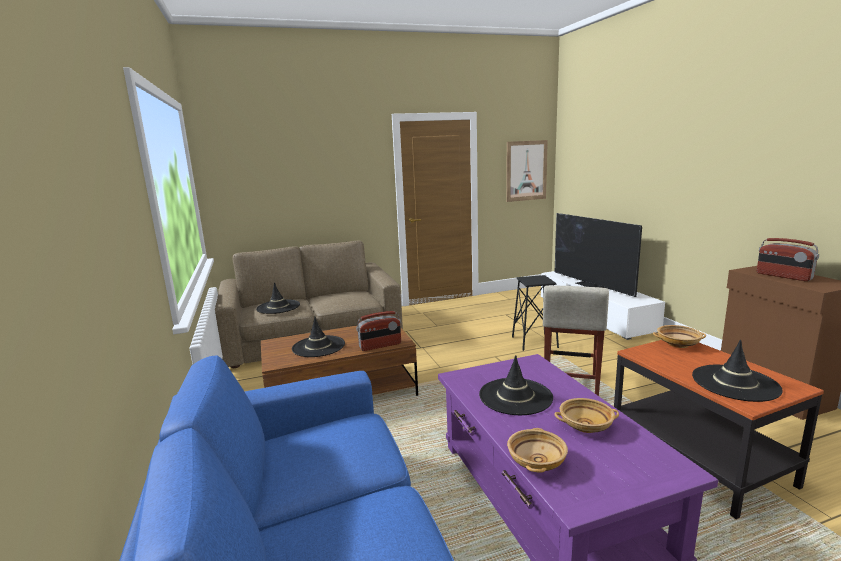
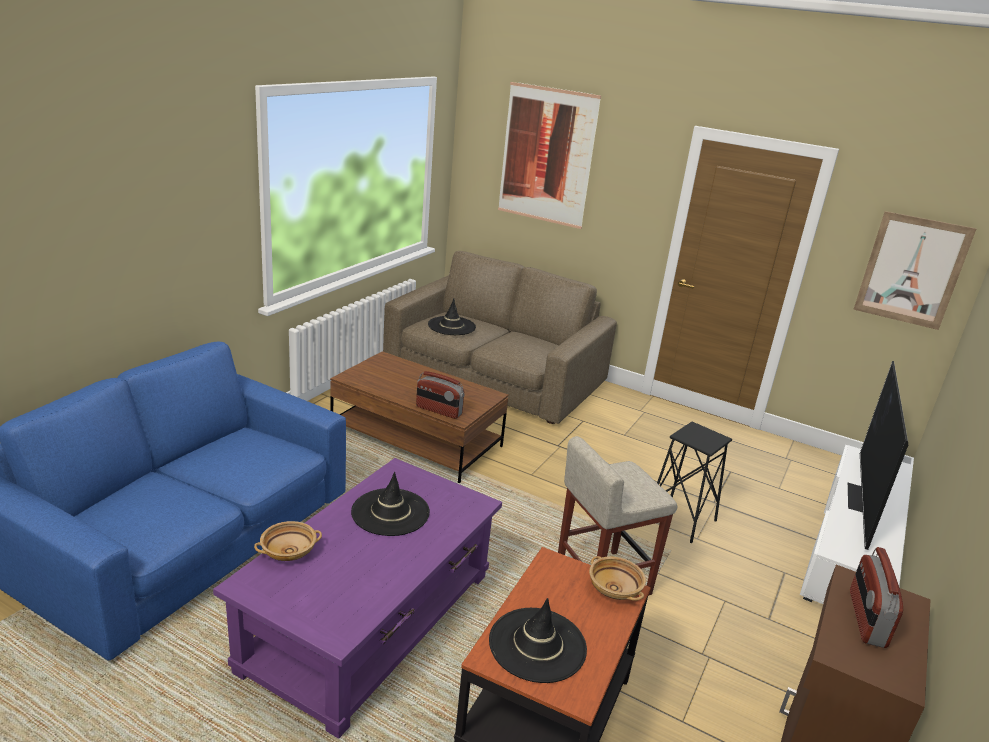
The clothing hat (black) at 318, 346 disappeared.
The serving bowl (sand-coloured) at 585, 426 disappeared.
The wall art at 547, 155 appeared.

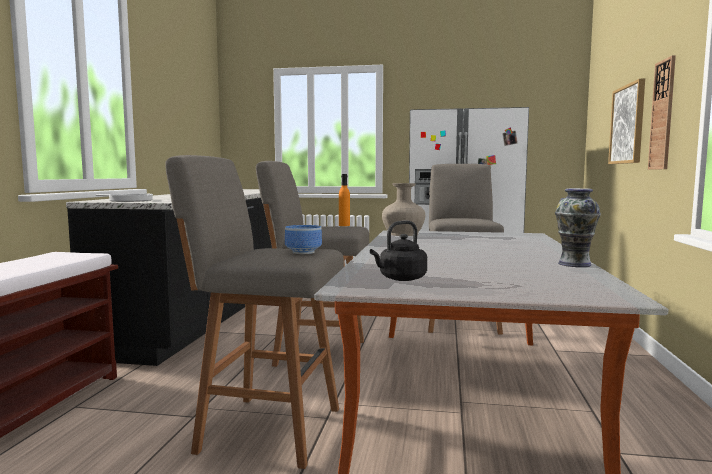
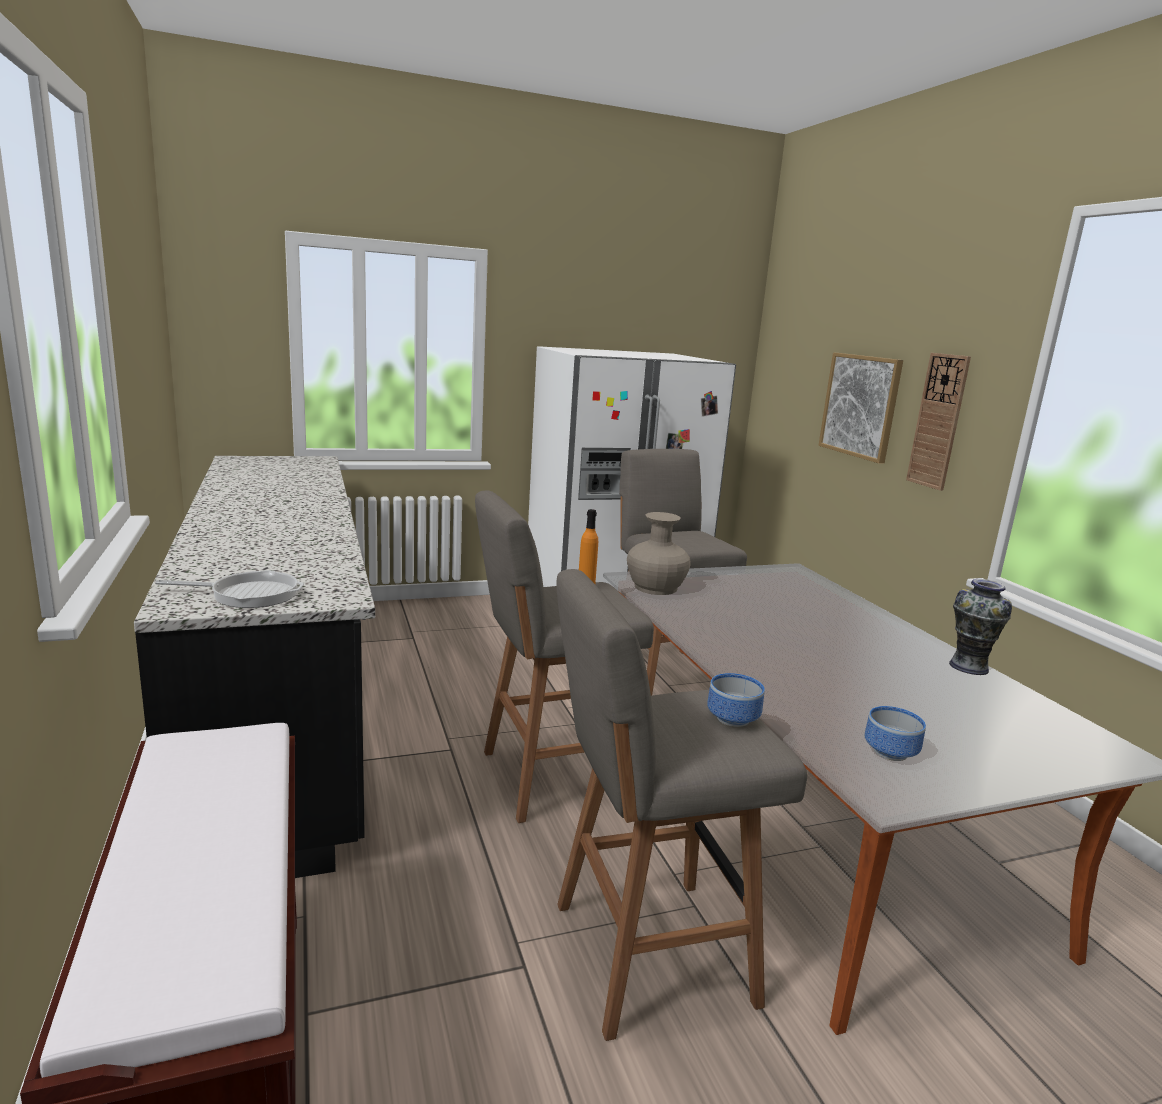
The kettle (black) at 400, 279 was replaced by the serving bowl at 892, 753.

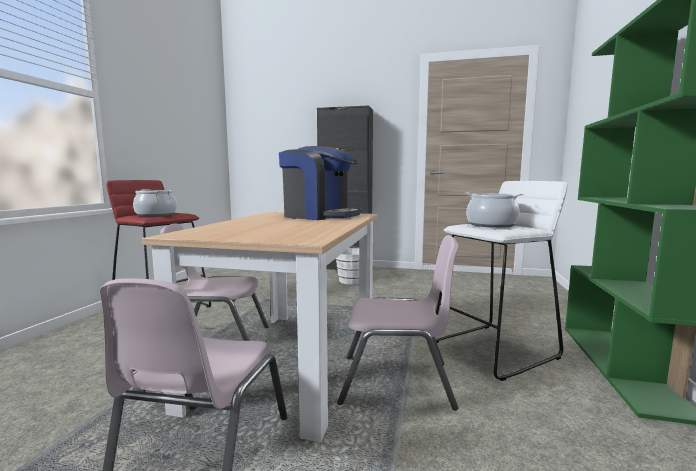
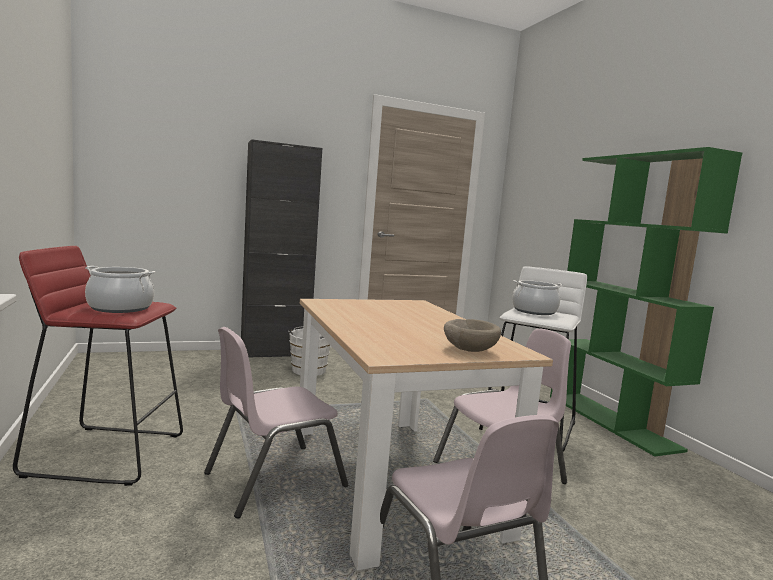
The coffee machine at 320, 216 disappeared.
The serving bowl (sand-coloured) at 469, 350 appeared.

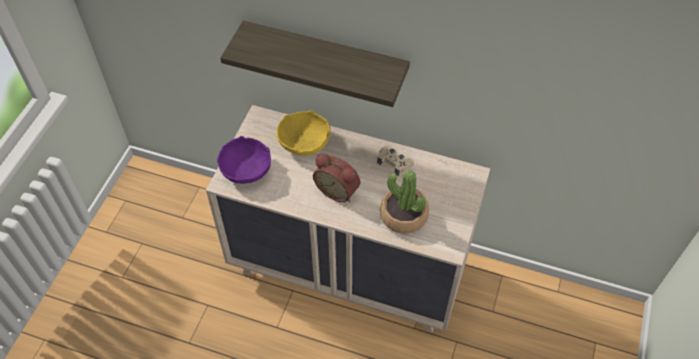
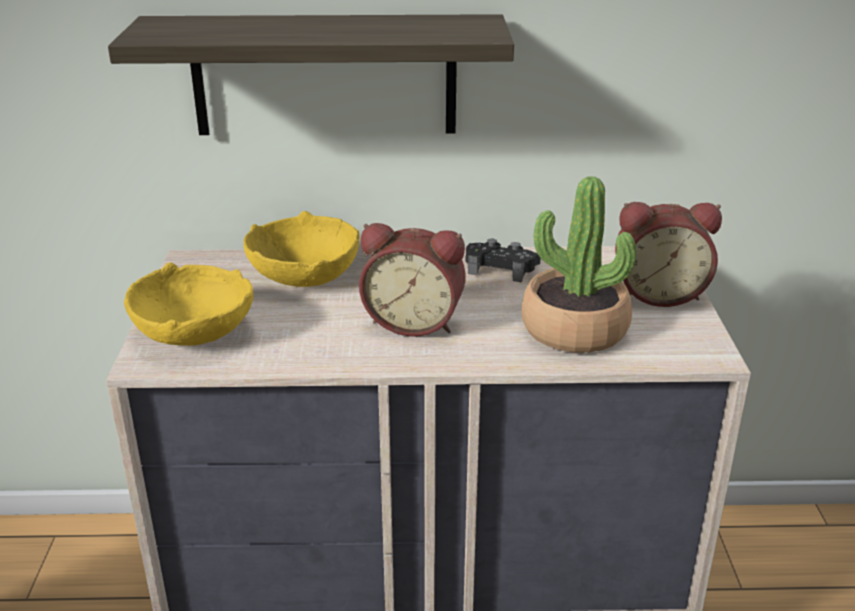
The table clock at 658, 293 appeared.
The serving bowl (purplish) at 246, 169 became the serving bowl (yellow-coloured) at 194, 331.
The game controller (sand-coloured) at 394, 162 became the game controller (black) at 501, 268.

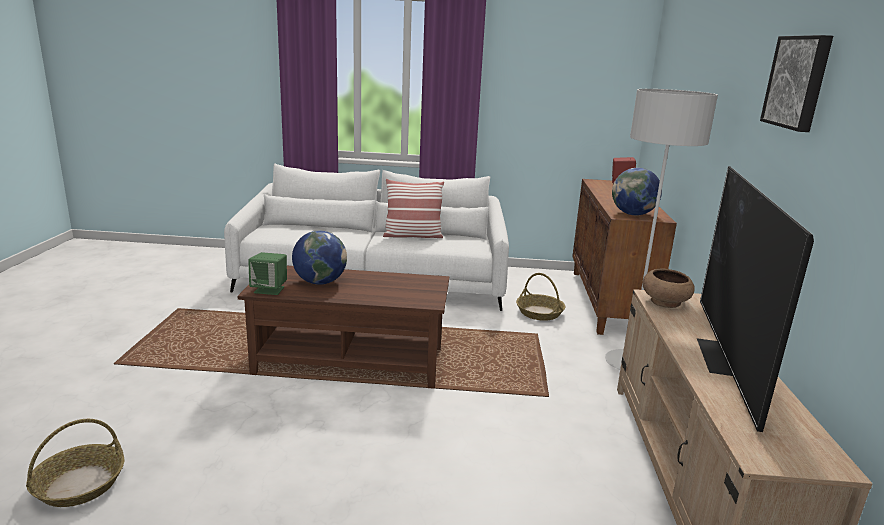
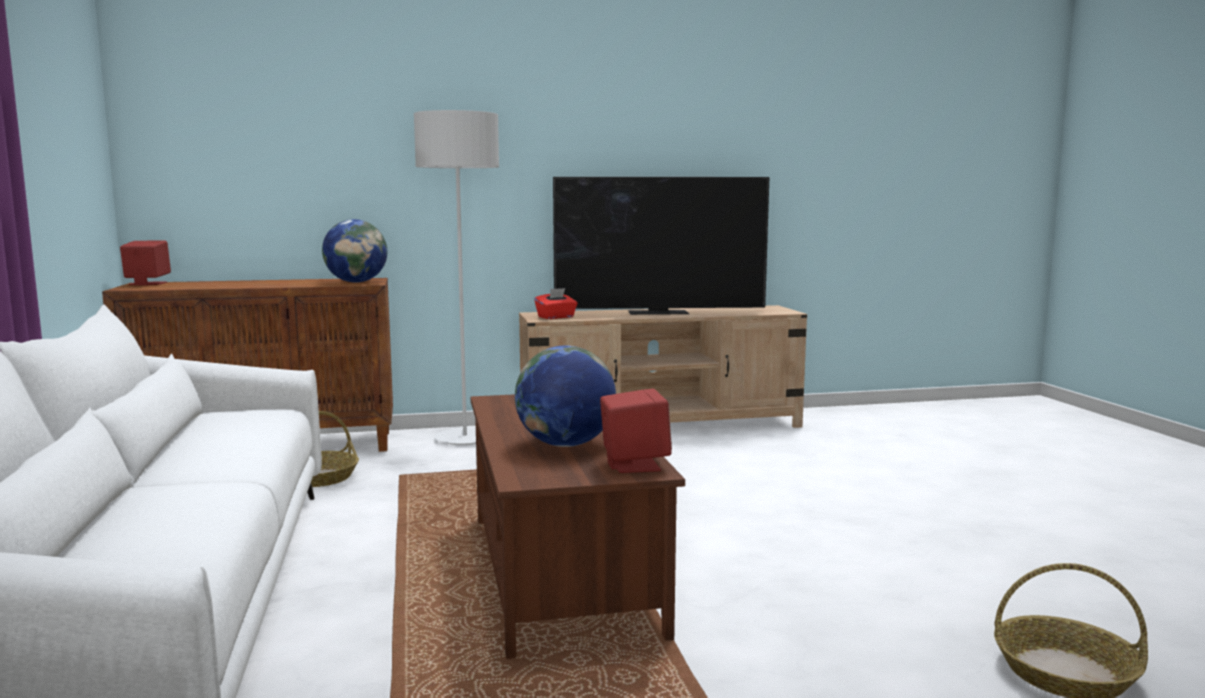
The cushion at 413, 235 disappeared.
The wall art at 798, 82 disappeared.
The serving bowl (brown) at 665, 302 was replaced by the tissue box (red) at 556, 317.
The loudspeaker (greenish) at 269, 289 became the loudspeaker (red) at 634, 465.

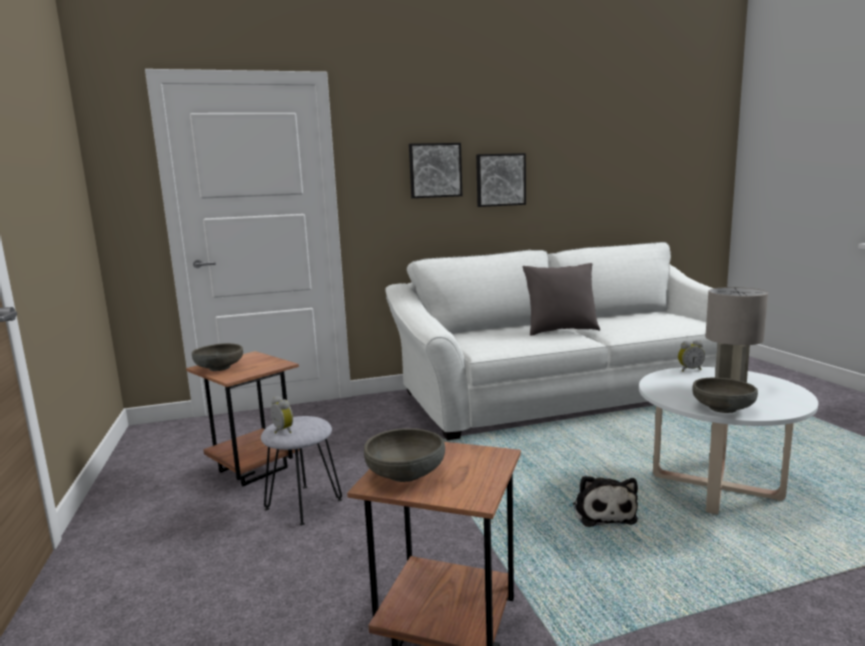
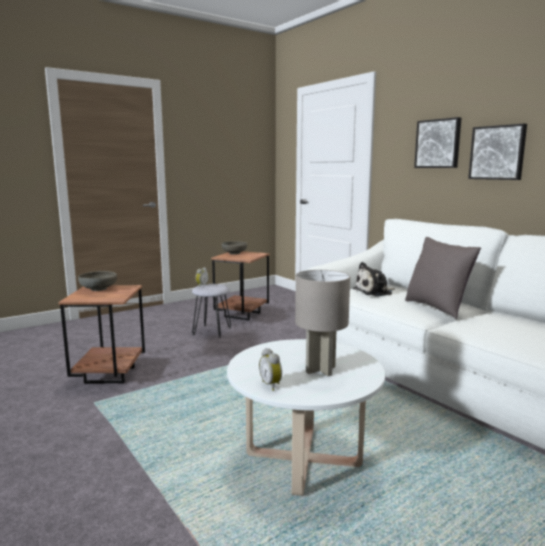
The serving bowl (grey) at 722, 408 disappeared.
The soft toy moved from 603, 512 to 374, 292.
The table clock moved from 689, 370 to 272, 385.

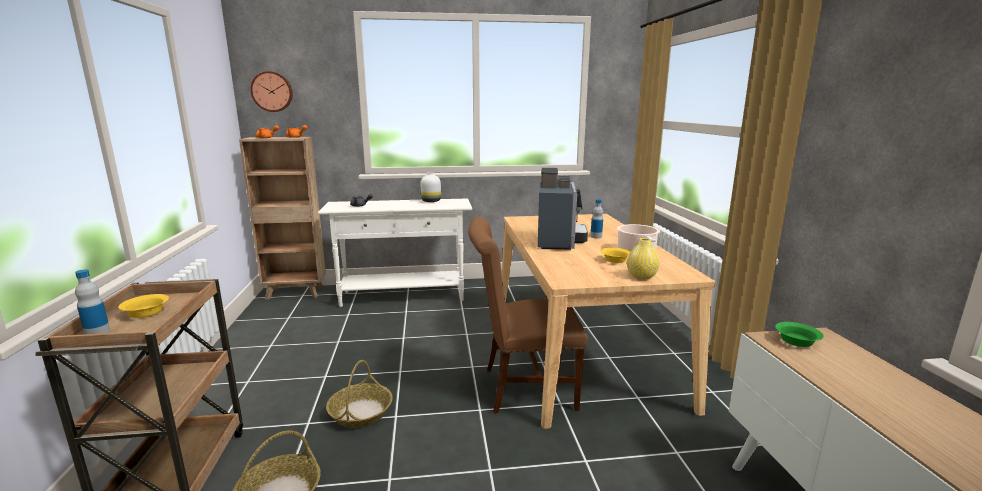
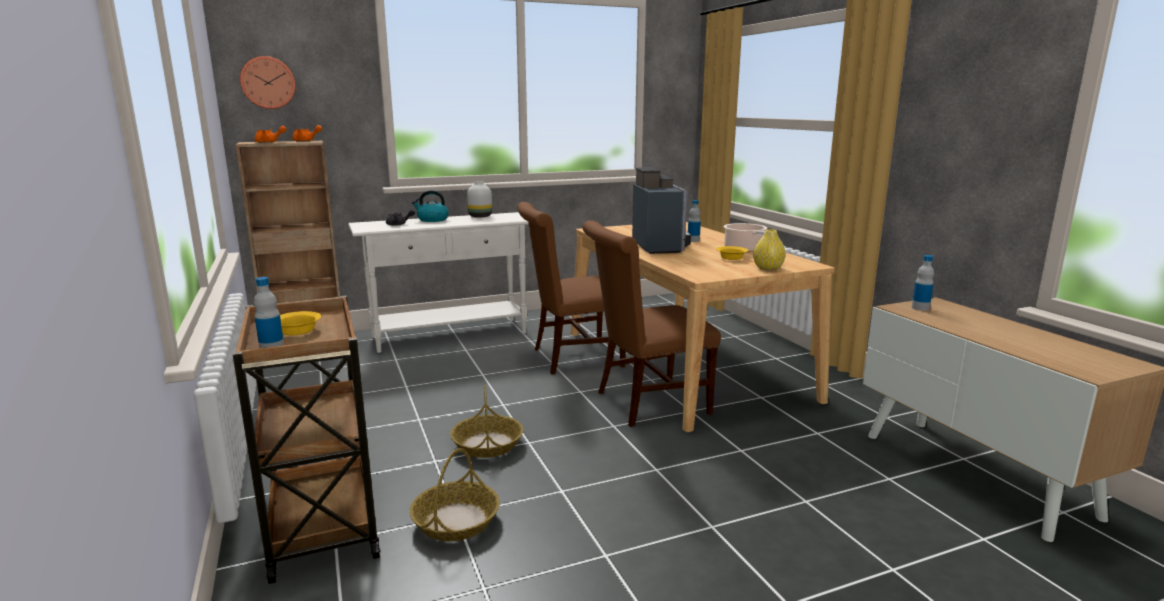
The kettle at 432, 220 appeared.
The chair (brown) at 571, 358 appeared.
The serving bowl (greenish) at 797, 342 was replaced by the bottle at 920, 308.

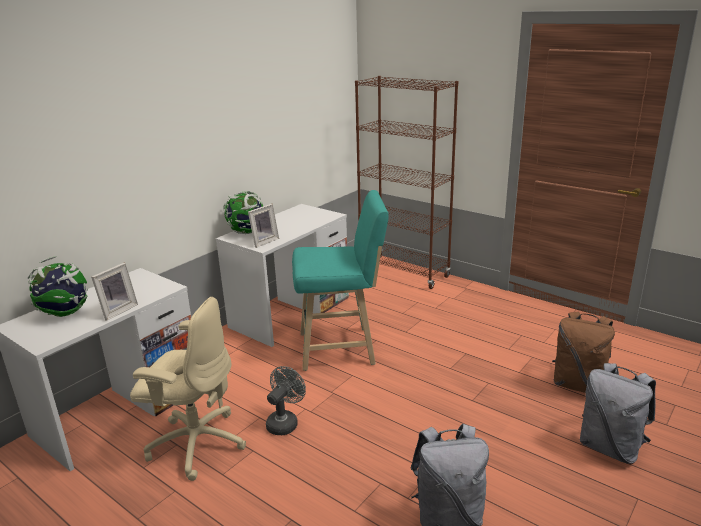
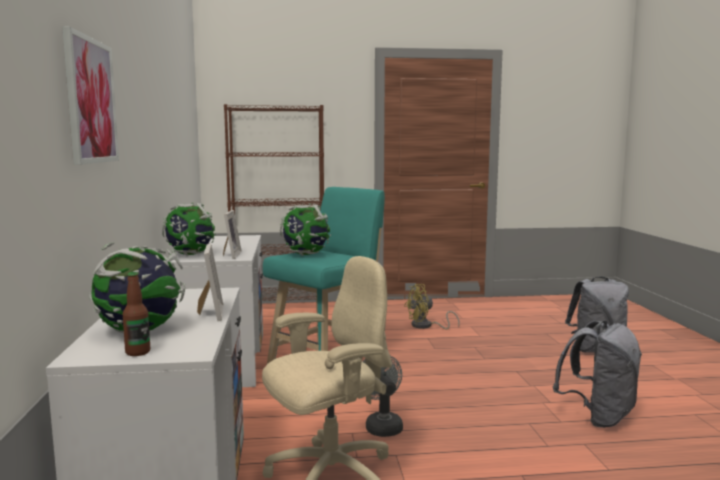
The rucksack (brown) at 578, 385 disappeared.
The wall art at 90, 101 appeared.
The bottle at 138, 352 appeared.
The globe at 305, 254 appeared.
The electric fan (yellow-coloured) at 426, 326 appeared.

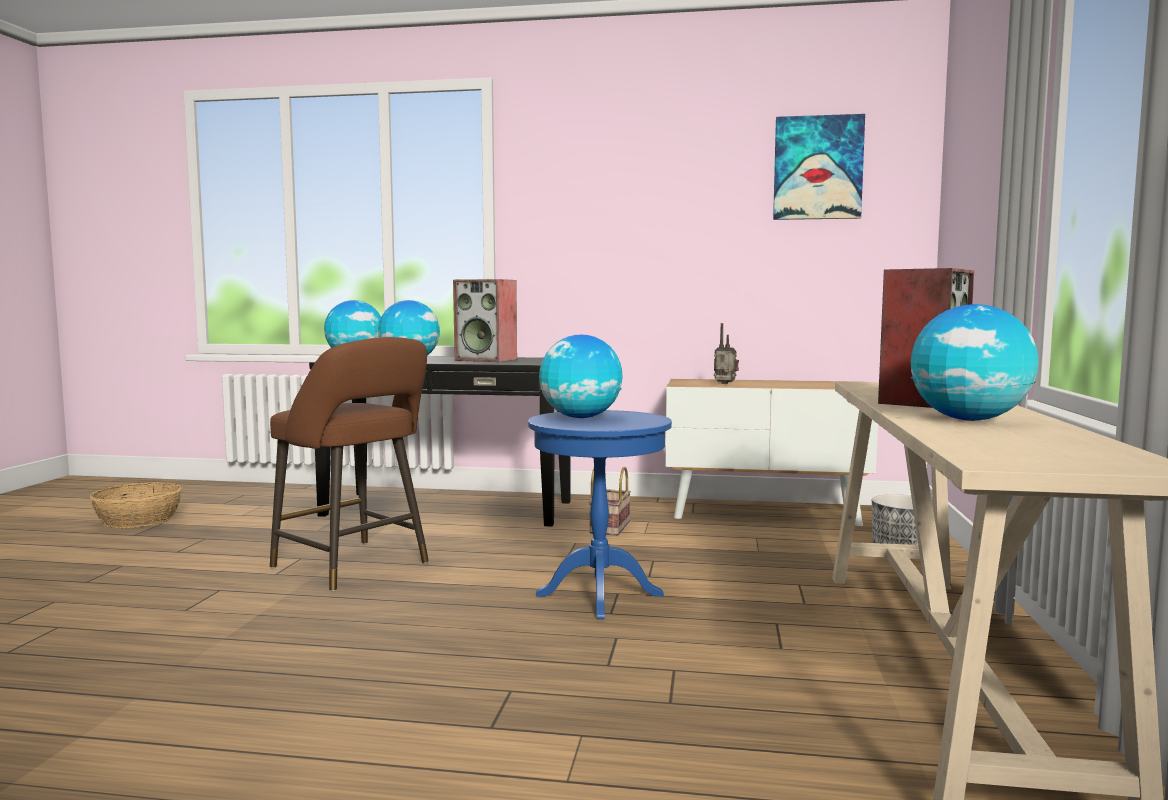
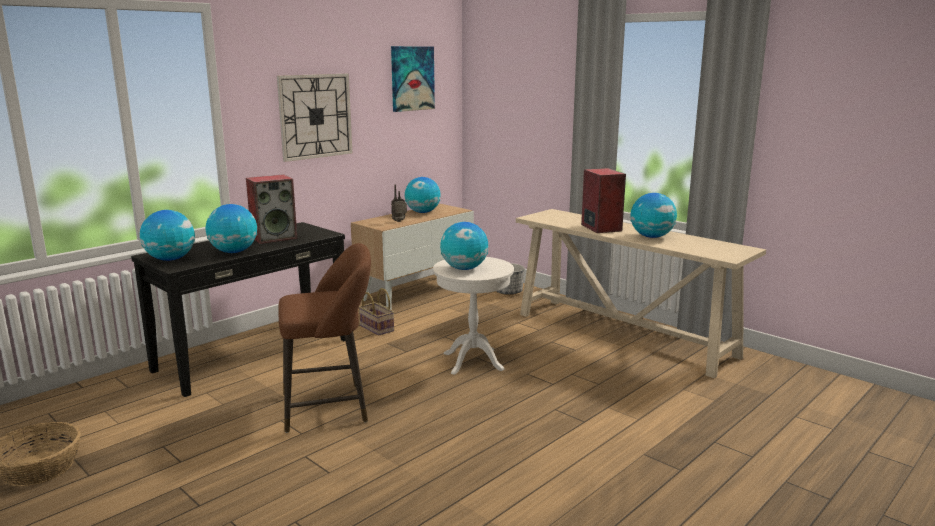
The wall clock at 315, 116 appeared.
The globe at 422, 212 appeared.
The side table (blue) at 599, 595 became the side table (white-coloured) at 473, 361.

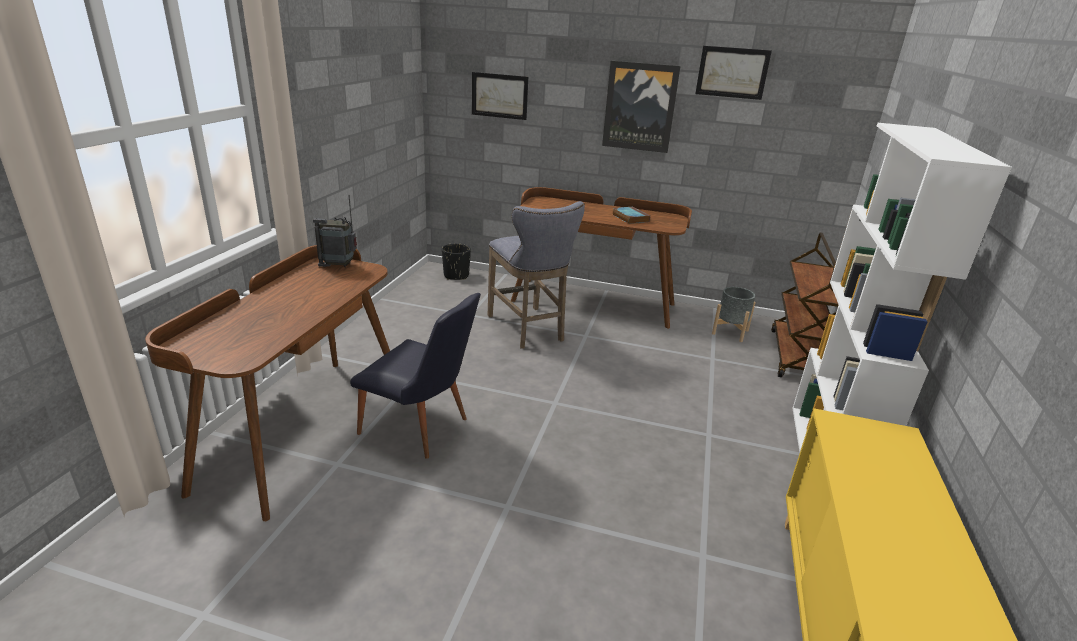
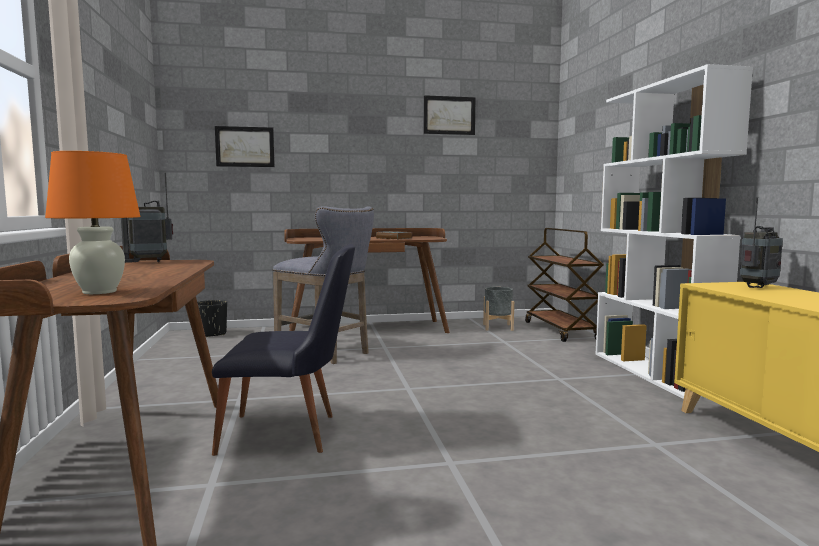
The wall art at 640, 107 disappeared.
The tabletop lamp (orange) at 99, 292 appeared.
The radio at 758, 287 appeared.

